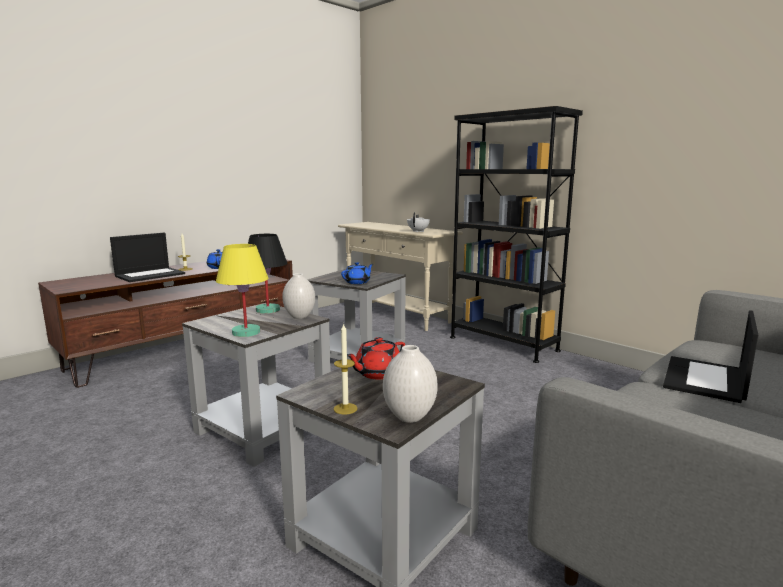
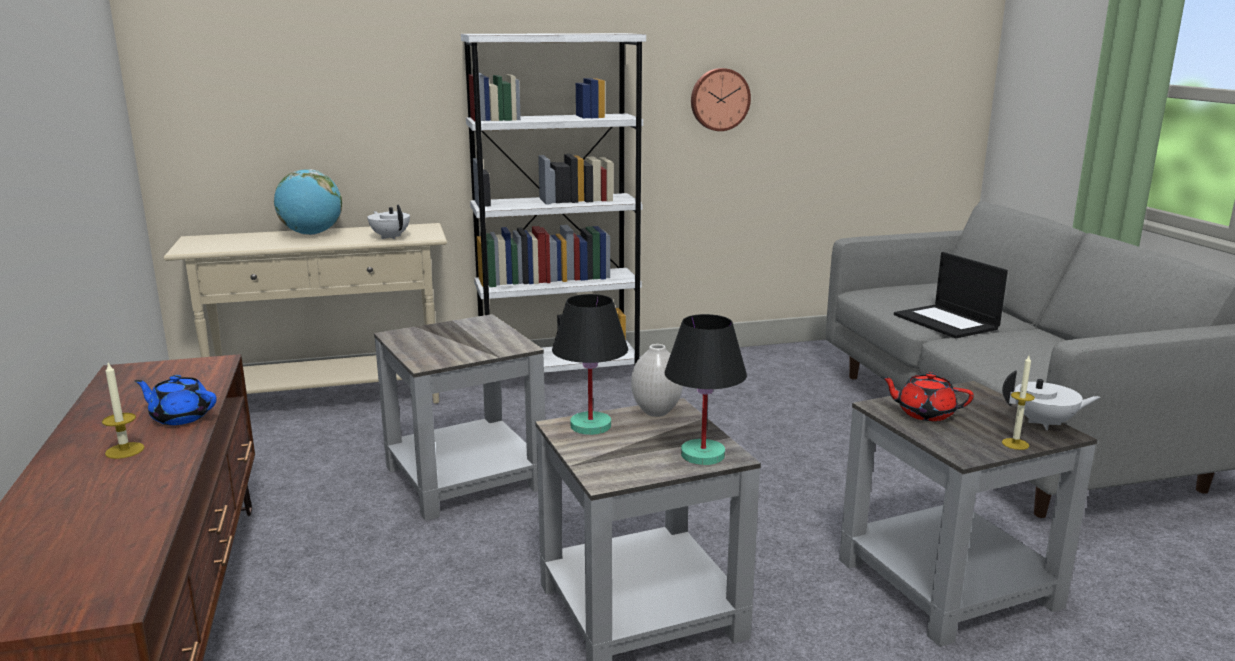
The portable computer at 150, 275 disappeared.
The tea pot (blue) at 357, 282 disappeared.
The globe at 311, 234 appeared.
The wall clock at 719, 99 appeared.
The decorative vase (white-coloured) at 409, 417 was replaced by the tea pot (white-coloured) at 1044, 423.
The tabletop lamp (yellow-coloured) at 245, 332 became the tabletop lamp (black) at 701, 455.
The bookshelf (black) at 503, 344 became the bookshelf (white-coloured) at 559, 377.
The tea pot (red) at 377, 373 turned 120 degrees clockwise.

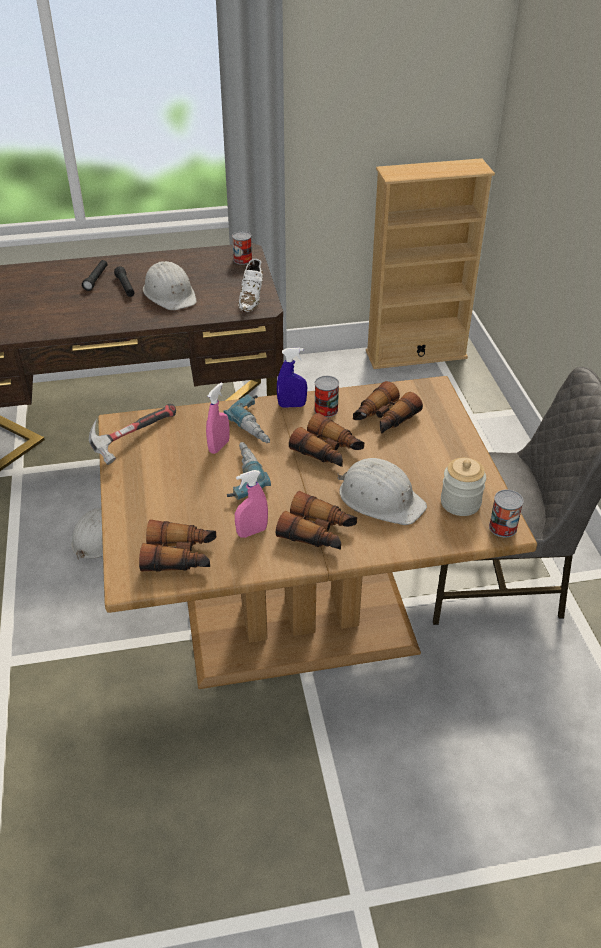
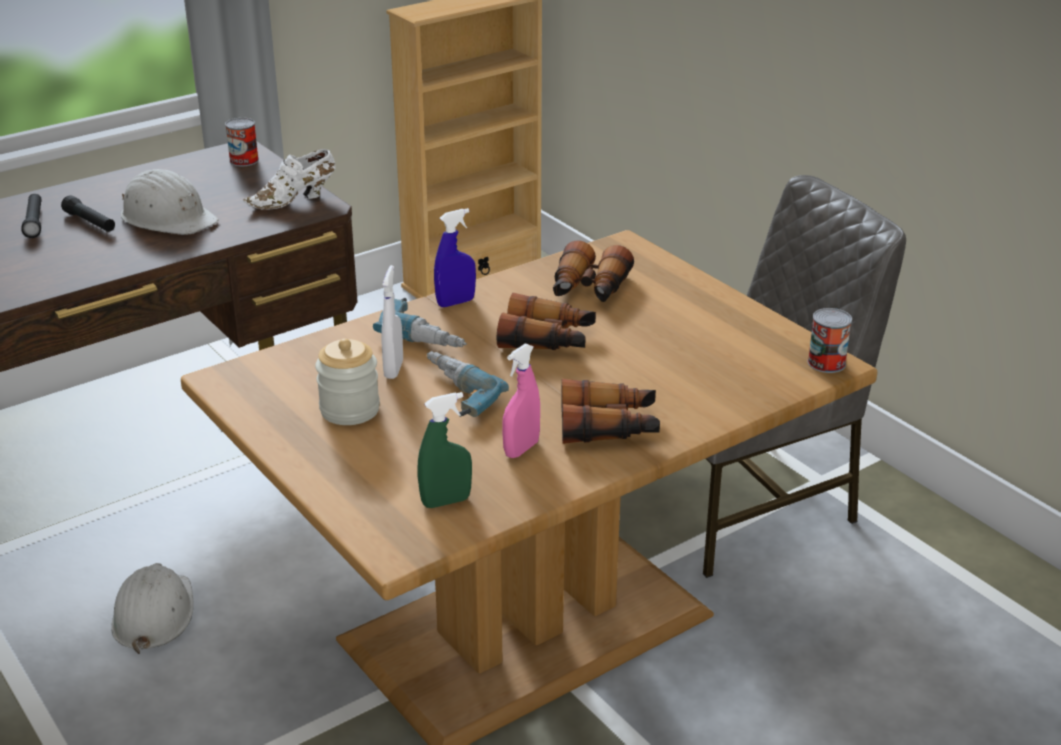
The hammer at 133, 439 disappeared.
The can at 326, 410 disappeared.
The work helmet (white-coloured) at 380, 498 disappeared.
The jar moved from 460, 503 to 350, 410.
The pair of binoculars at 180, 556 was replaced by the spray bottle (greenish) at 446, 501.
The spray bottle (pink-coloured) at 219, 446 became the spray bottle (white-coloured) at 393, 369.
The shoe (white-coloured) at 252, 298 turned 75 degrees clockwise.

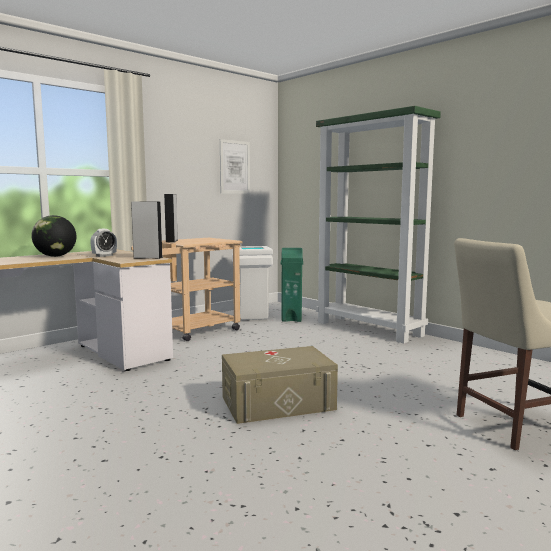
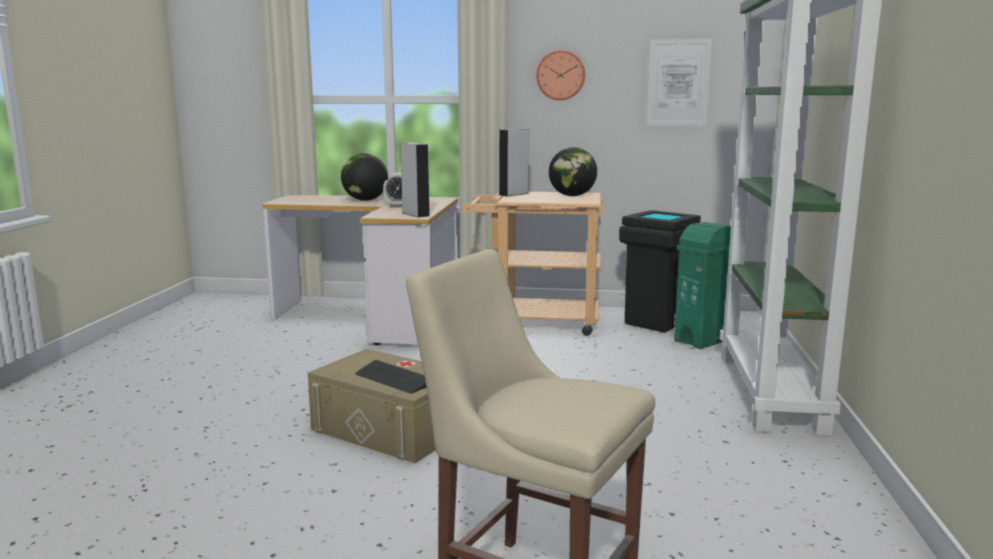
The keyboard at 394, 378 appeared.
The wall clock at 560, 75 appeared.
The globe at 572, 196 appeared.
The waste bin (white-coloured) at 252, 316 became the waste bin (black) at 656, 323.

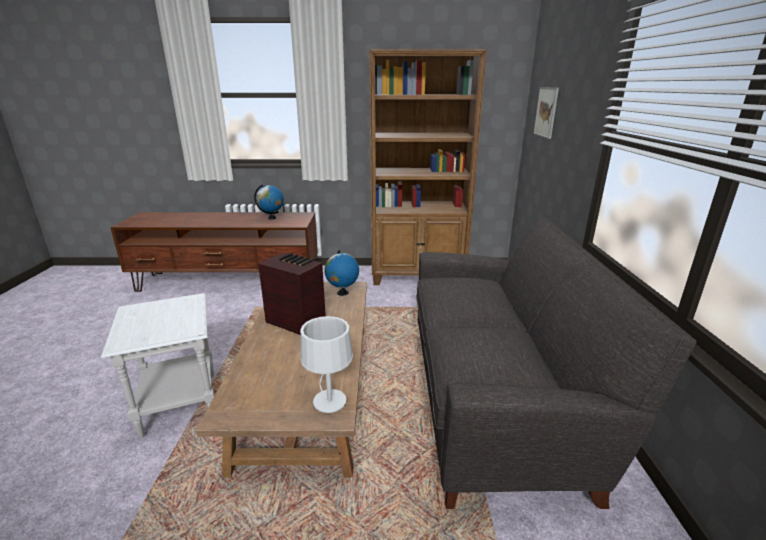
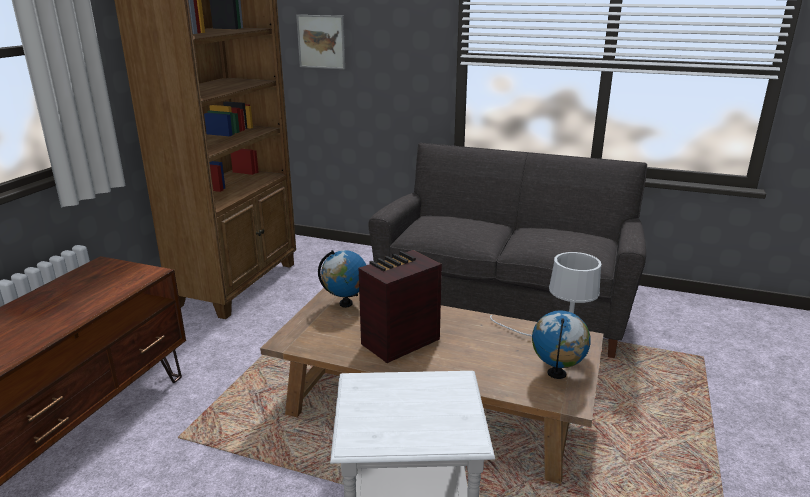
The globe moved from 272, 218 to 557, 374.

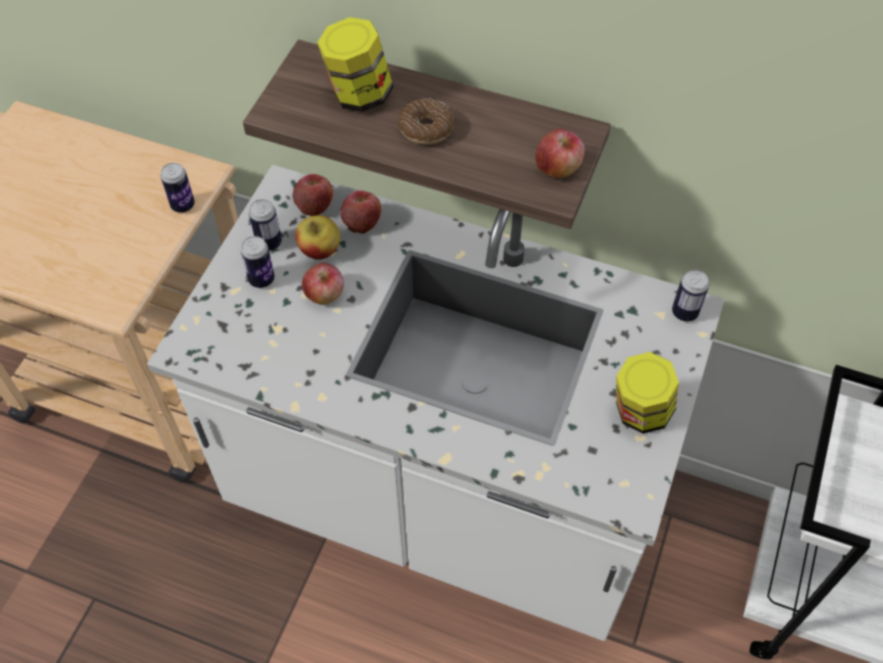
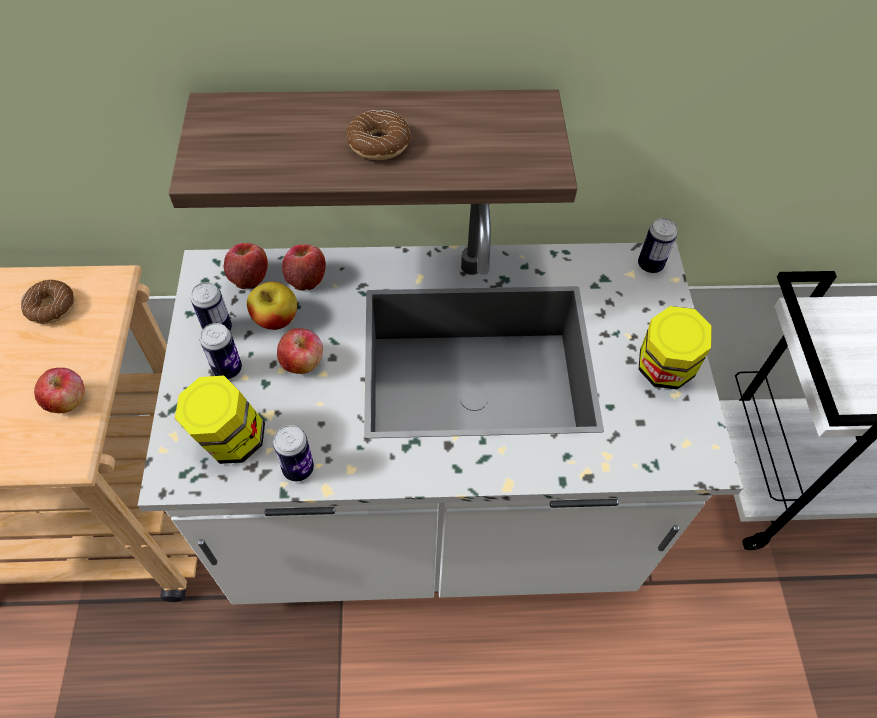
The ring doughnut at 51, 307 appeared.
The can moved from 183, 205 to 298, 468.
The jar moved from 358, 95 to 230, 440.
The apple moved from 558, 168 to 67, 400.

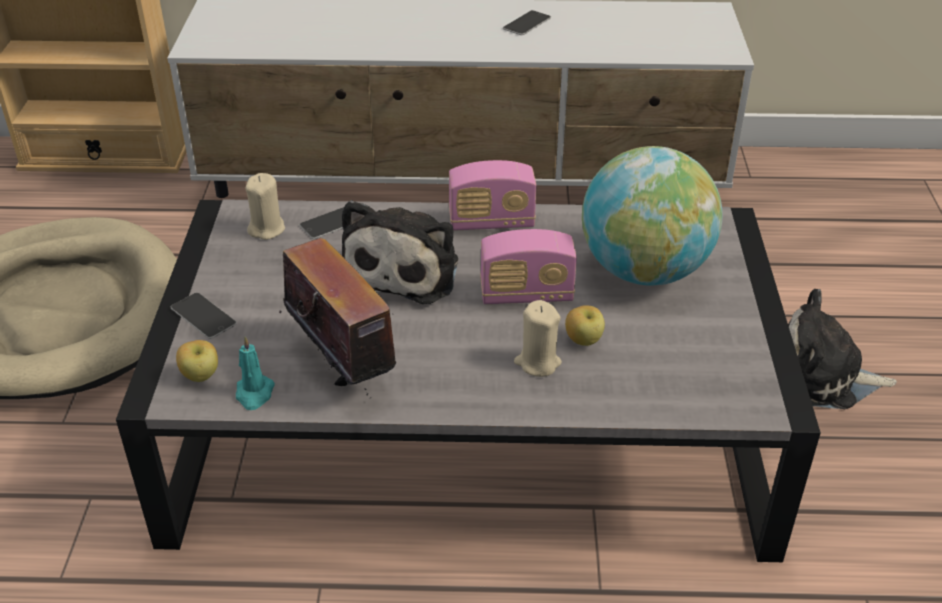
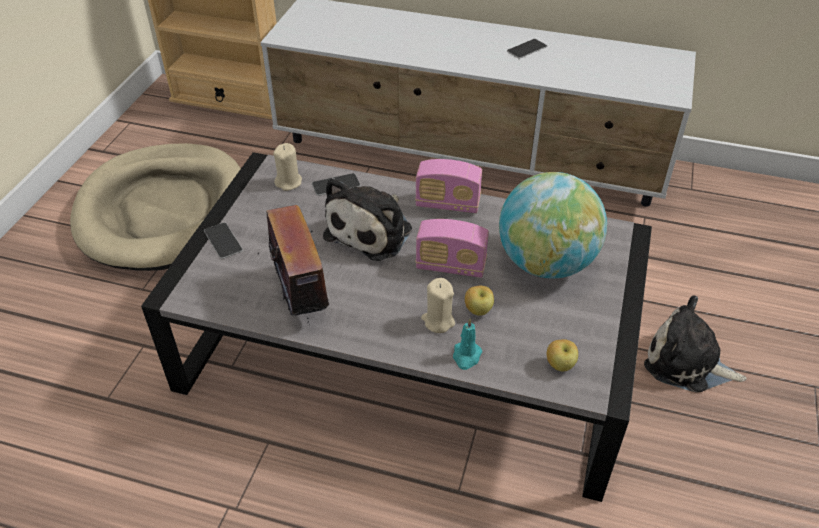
The apple moved from 201, 376 to 560, 365.
The wax candle (blue-green) moved from 254, 394 to 466, 356.

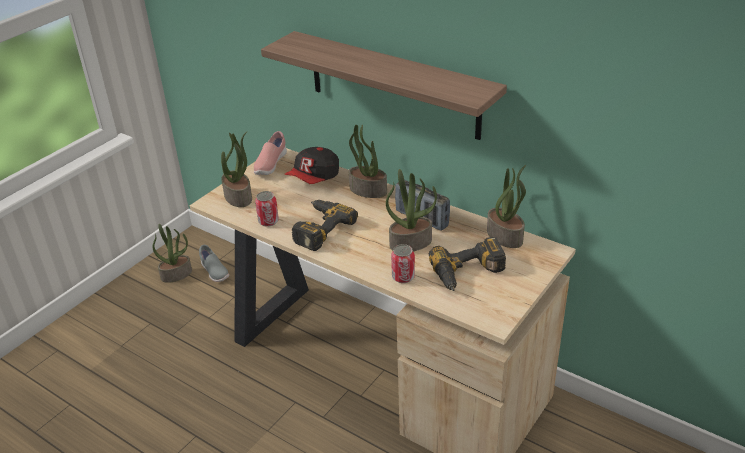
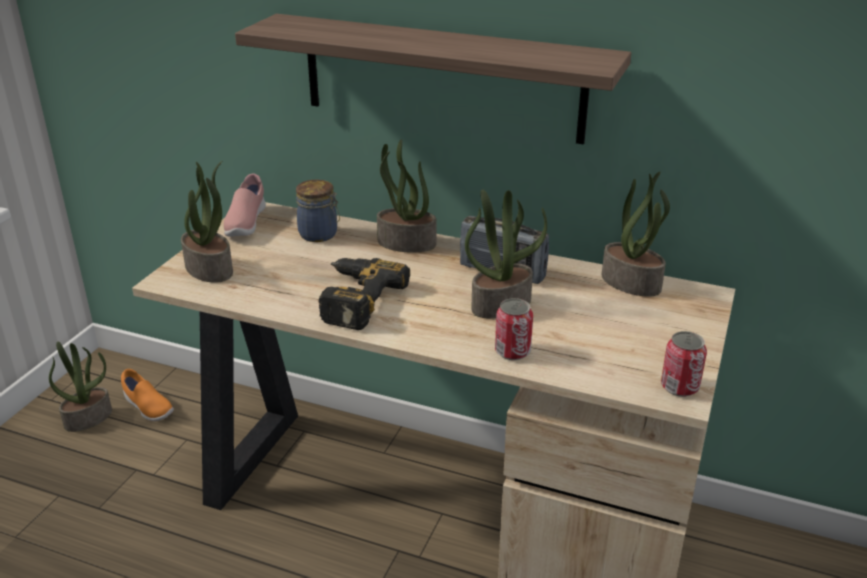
The drill at 469, 273 disappeared.
The can moved from 268, 221 to 679, 387.
The peaked cap at 314, 178 was replaced by the jar at 320, 235.
The shoe (grey) at 214, 272 became the shoe (orange) at 147, 407.

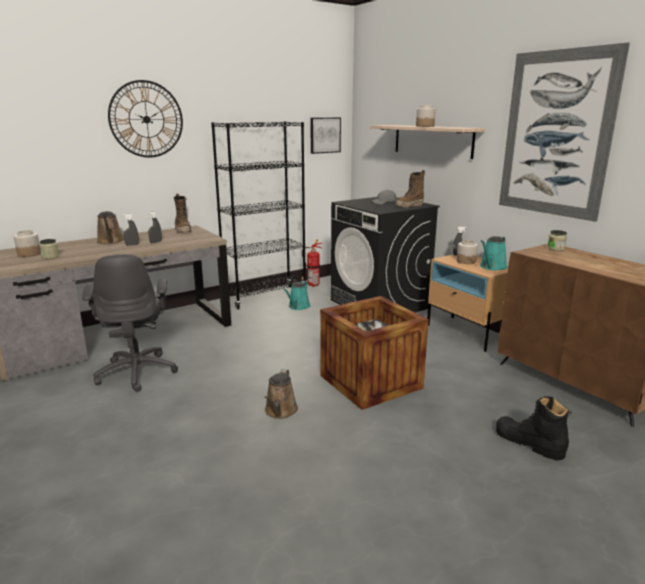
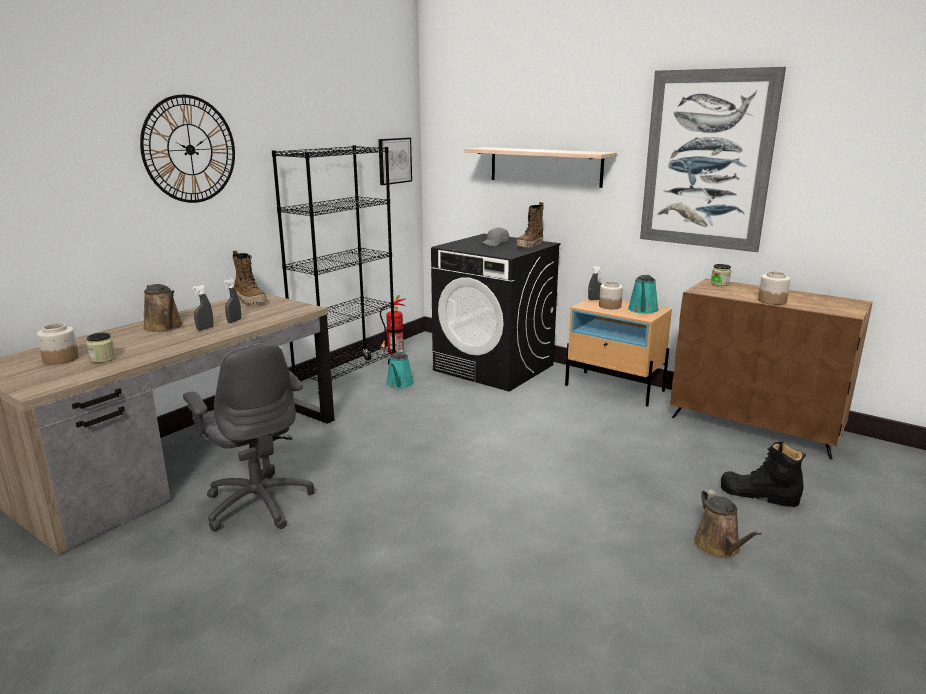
The crate at 370, 382 disappeared.
The watering pot (brown) moved from 280, 411 to 719, 547.
The jar moved from 425, 126 to 771, 301.

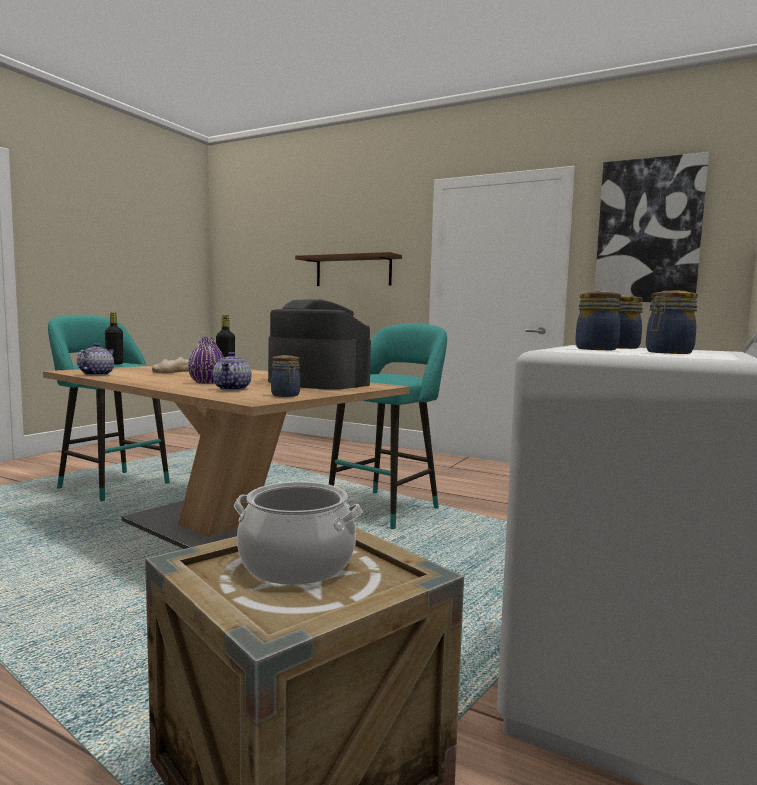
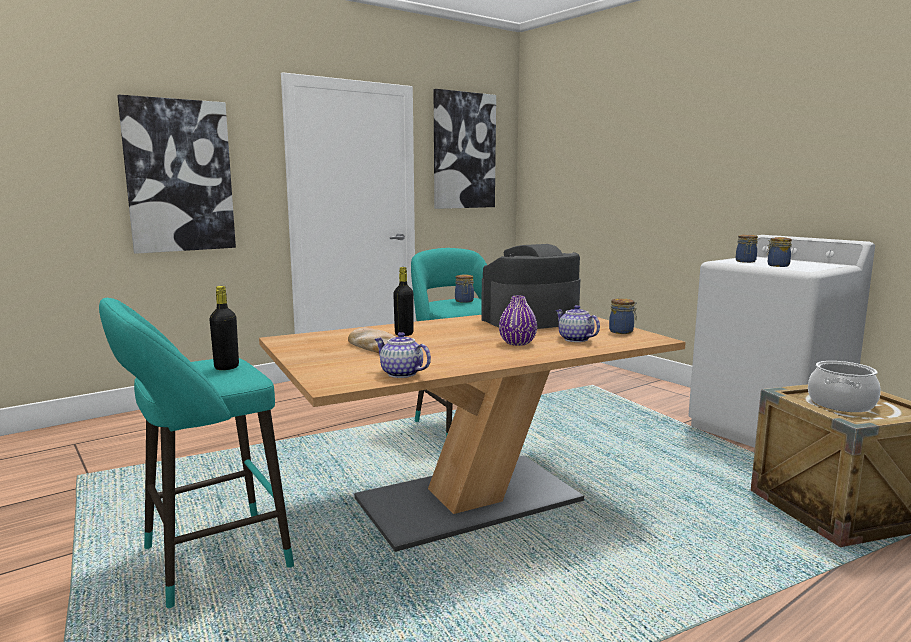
The jar moved from 667, 352 to 464, 301.
The wall shelf (brown) at 353, 271 was replaced by the wall art at 179, 176.
The tea pot at 233, 389 turned 150 degrees counterclockwise.

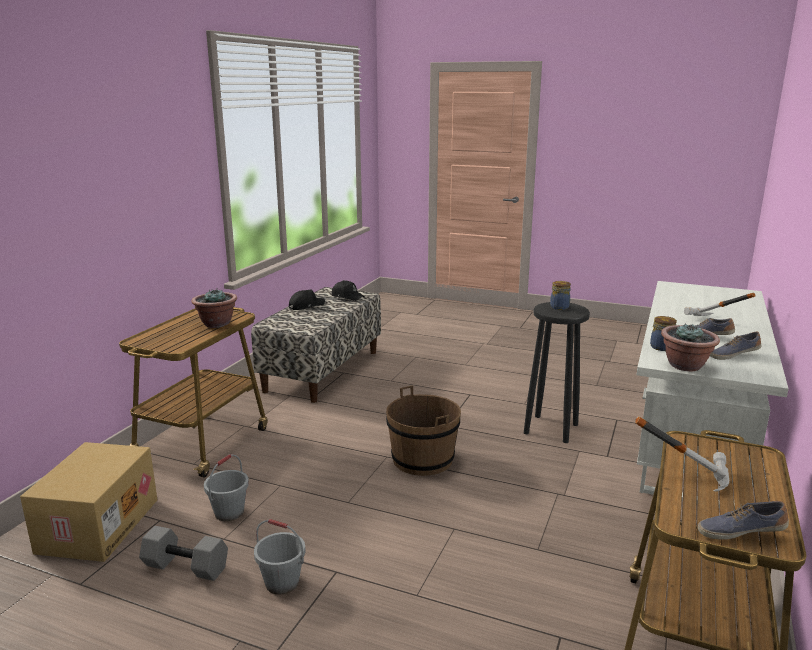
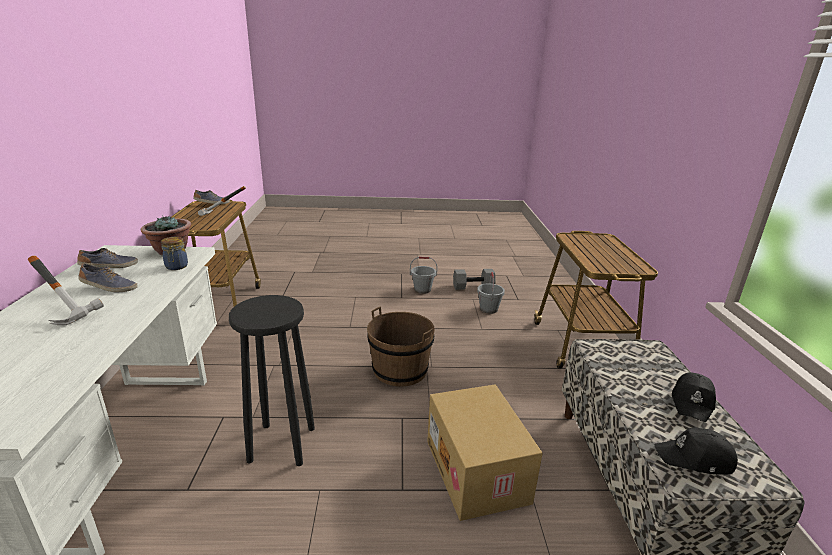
The plant in a pot at 216, 324 disappeared.
The jar at 559, 307 disappeared.
The packing box moved from 97, 525 to 478, 471.

